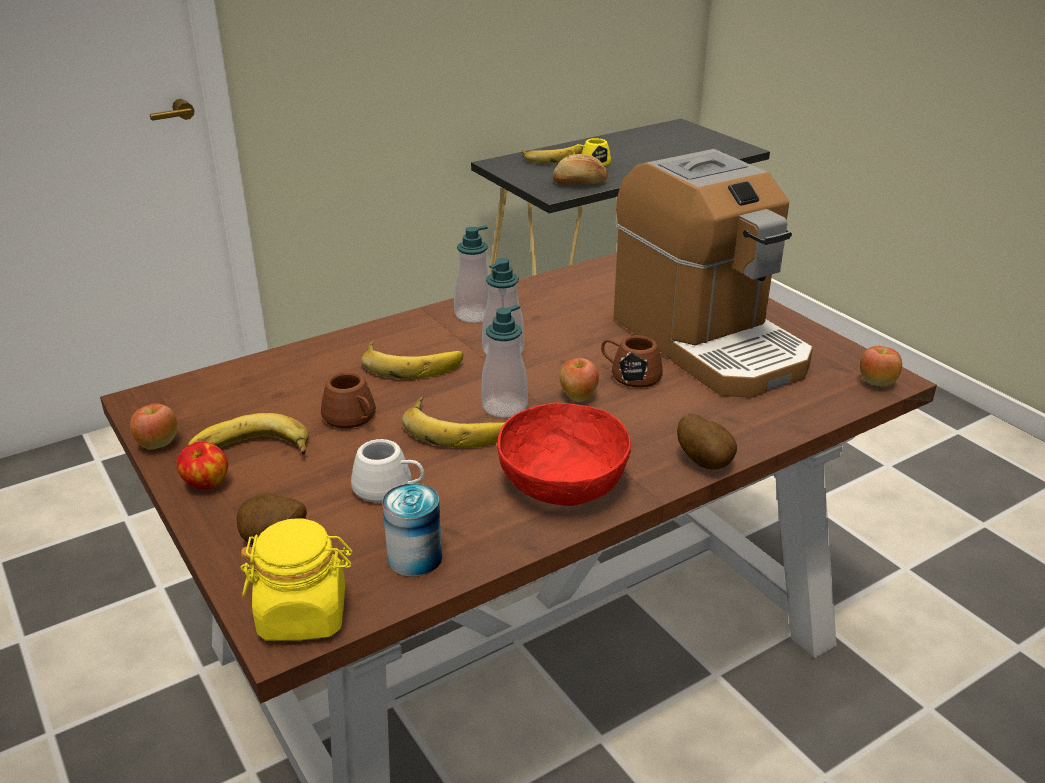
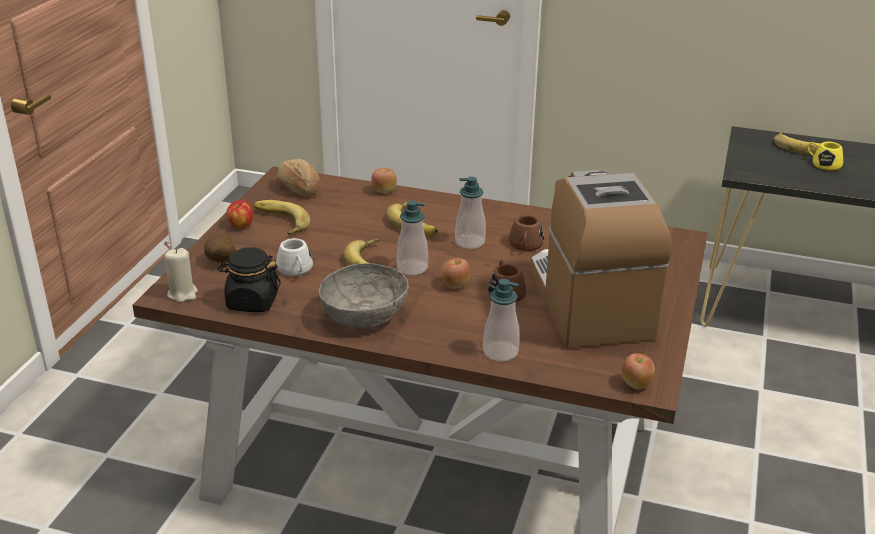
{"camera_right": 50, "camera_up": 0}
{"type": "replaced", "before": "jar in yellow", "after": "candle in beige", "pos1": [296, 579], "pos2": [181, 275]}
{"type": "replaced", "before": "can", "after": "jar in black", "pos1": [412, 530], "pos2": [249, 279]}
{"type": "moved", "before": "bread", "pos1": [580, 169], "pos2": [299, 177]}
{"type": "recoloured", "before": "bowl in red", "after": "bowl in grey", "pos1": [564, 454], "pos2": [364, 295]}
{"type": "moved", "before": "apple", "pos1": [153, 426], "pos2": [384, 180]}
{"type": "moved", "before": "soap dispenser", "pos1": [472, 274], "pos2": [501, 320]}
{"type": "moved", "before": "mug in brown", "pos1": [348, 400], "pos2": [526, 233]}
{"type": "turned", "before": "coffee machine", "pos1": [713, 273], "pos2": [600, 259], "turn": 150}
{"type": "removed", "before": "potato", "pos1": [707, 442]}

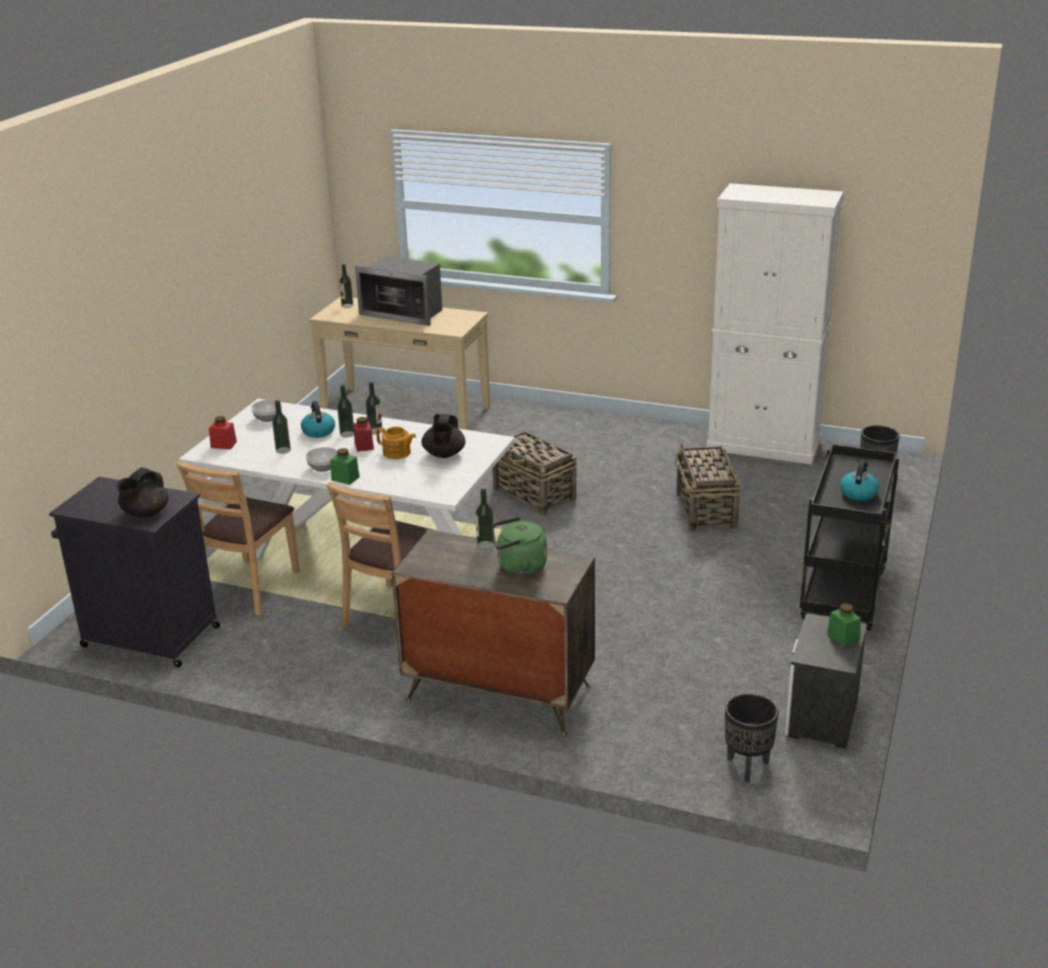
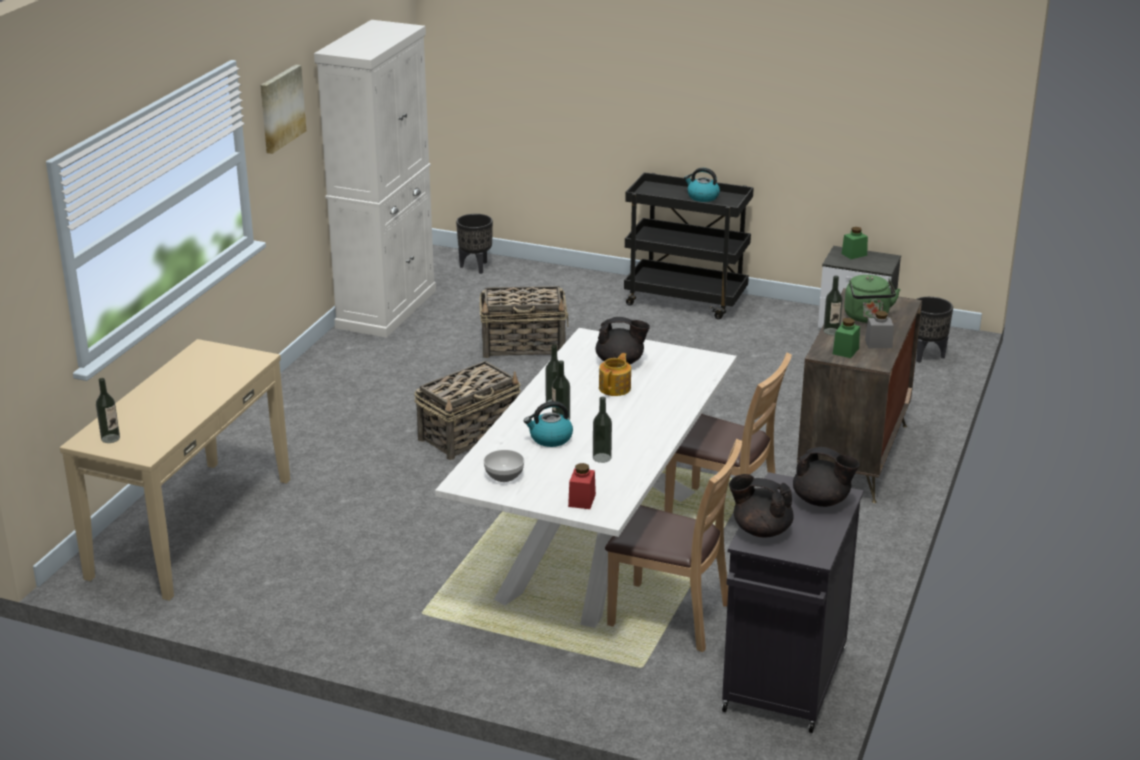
{"camera_right": -90, "camera_up": 0}
{"type": "added", "after": "picture", "pos2": [283, 109]}
{"type": "added", "after": "teapot in black", "pos2": [761, 505]}
{"type": "moved", "before": "jar in green", "pos1": [345, 466], "pos2": [846, 338]}
{"type": "added", "after": "jar in grey", "pos2": [879, 329]}
{"type": "removed", "before": "bowl", "pos1": [321, 459]}
{"type": "removed", "before": "jar in red", "pos1": [364, 434]}
{"type": "removed", "before": "microwave", "pos1": [398, 291]}

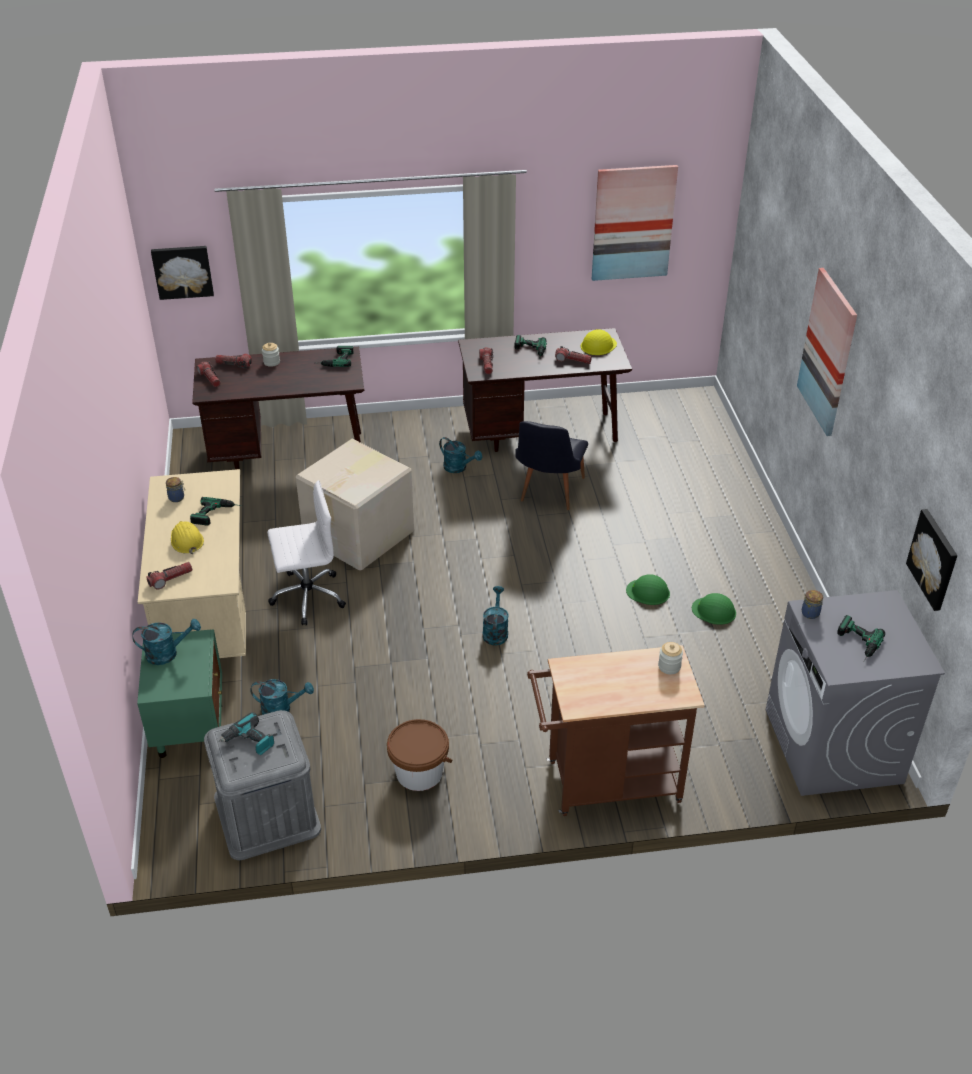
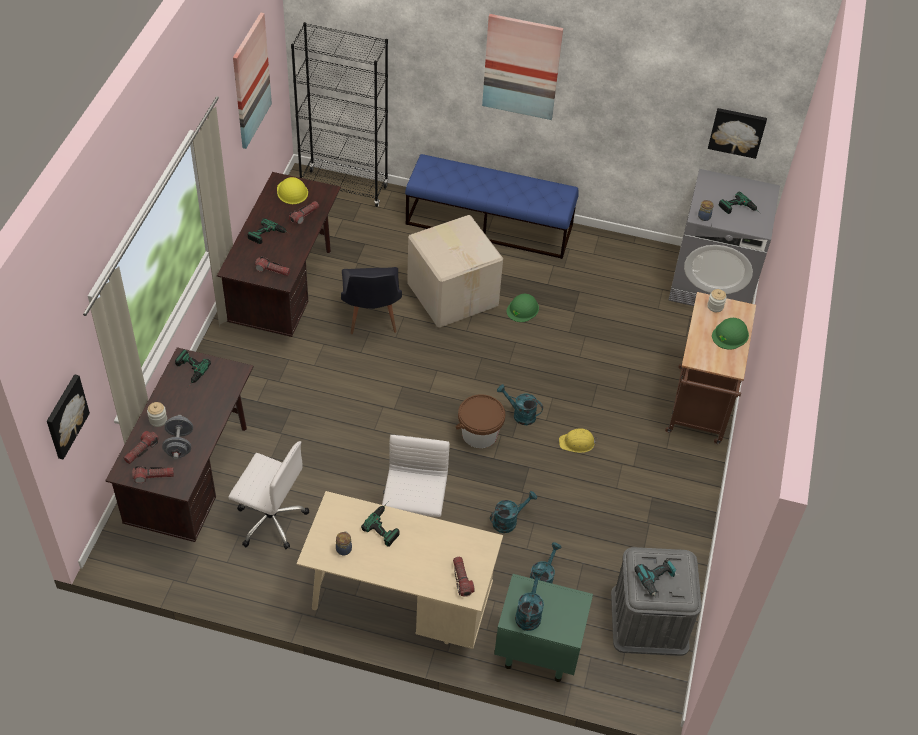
{"camera_right": -70, "camera_up": 10}
{"type": "added", "after": "dumbbell in grey", "pos2": [177, 437]}
{"type": "added", "after": "office chair in white", "pos2": [268, 495]}
{"type": "added", "after": "bookcase in black", "pos2": [339, 114]}
{"type": "turned", "before": "chair in black", "pos1": [551, 465], "pos2": [371, 300], "turn": 45}
{"type": "added", "after": "bench in blue", "pos2": [491, 206]}
{"type": "moved", "before": "cardboard box", "pos1": [355, 505], "pos2": [455, 271]}
{"type": "moved", "before": "bucket in brown", "pos1": [419, 755], "pos2": [480, 421]}
{"type": "moved", "before": "watering can in turquoise", "pos1": [460, 455], "pos2": [513, 512]}
{"type": "moved", "before": "hard hat in yellow", "pos1": [187, 537], "pos2": [578, 440]}
{"type": "moved", "before": "hard hat in green", "pos1": [714, 609], "pos2": [730, 334]}

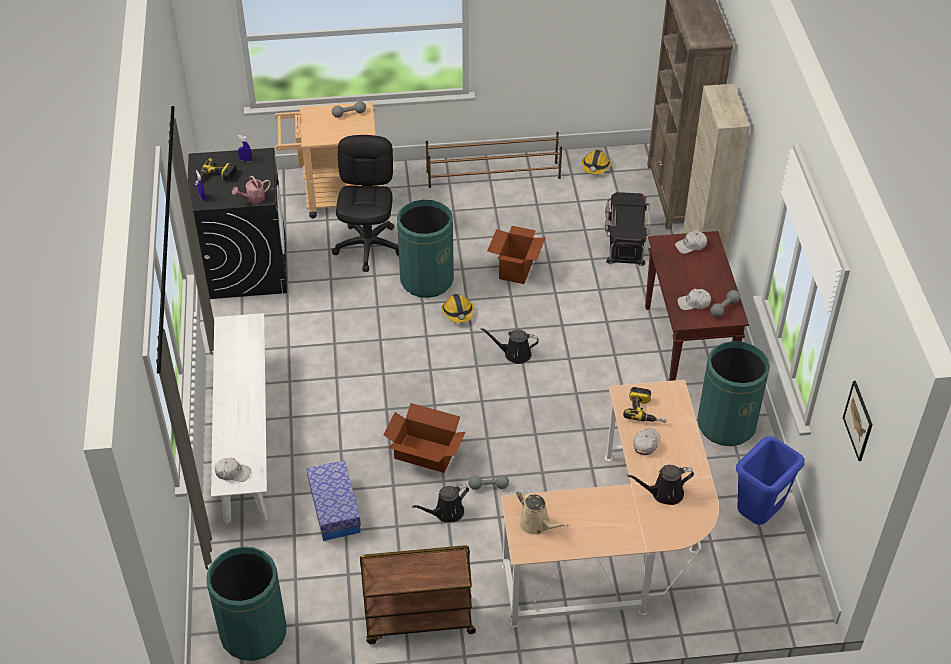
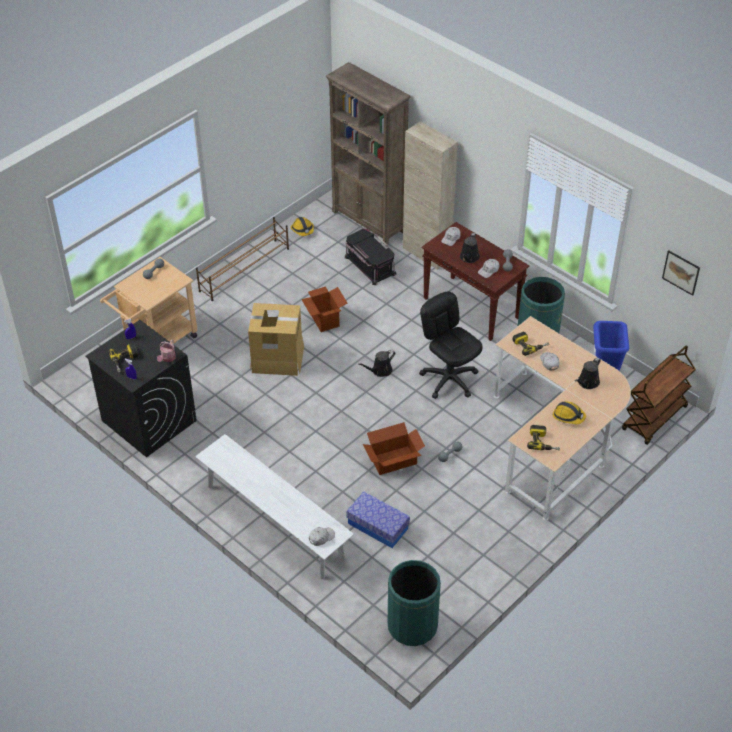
{"camera_right": -40, "camera_up": 0}
{"type": "replaced", "before": "trash can in green", "after": "cardboard box", "pos1": [425, 249], "pos2": [276, 339]}
{"type": "moved", "before": "office chair in black", "pos1": [365, 203], "pos2": [451, 345]}
{"type": "moved", "before": "watering can in black", "pos1": [440, 503], "pos2": [470, 248]}
{"type": "replaced", "before": "watering can in beige", "after": "power drill", "pos1": [542, 512], "pos2": [543, 437]}
{"type": "moved", "before": "hard hat", "pos1": [457, 308], "pos2": [569, 412]}
{"type": "moved", "before": "cart in brown", "pos1": [418, 594], "pos2": [659, 395]}

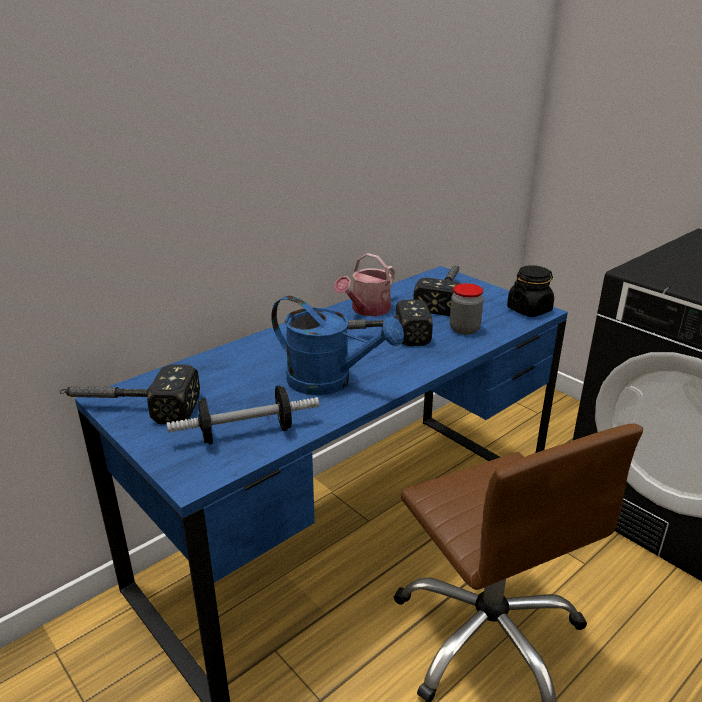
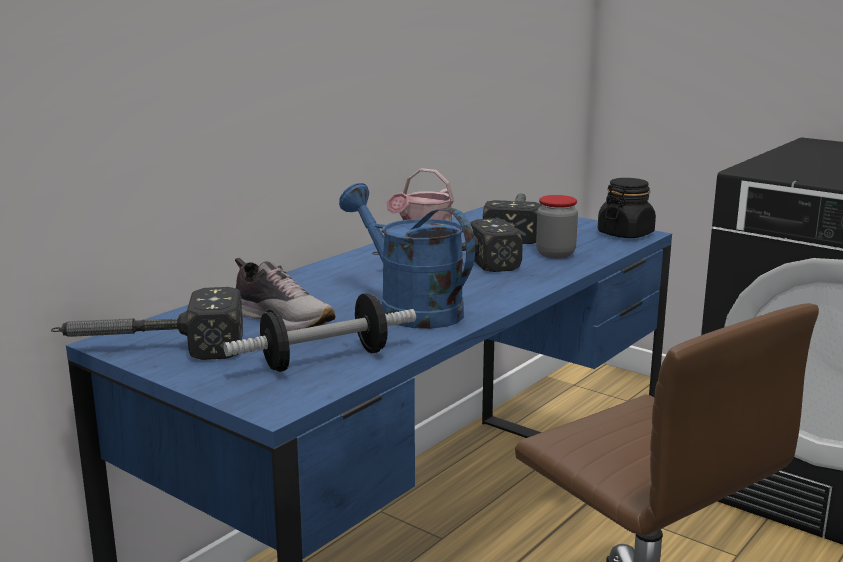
{"camera_right": -10, "camera_up": -10}
{"type": "added", "after": "shoe", "pos2": [285, 294]}
{"type": "turned", "before": "watering can in blue", "pos1": [337, 345], "pos2": [407, 256], "turn": -150}

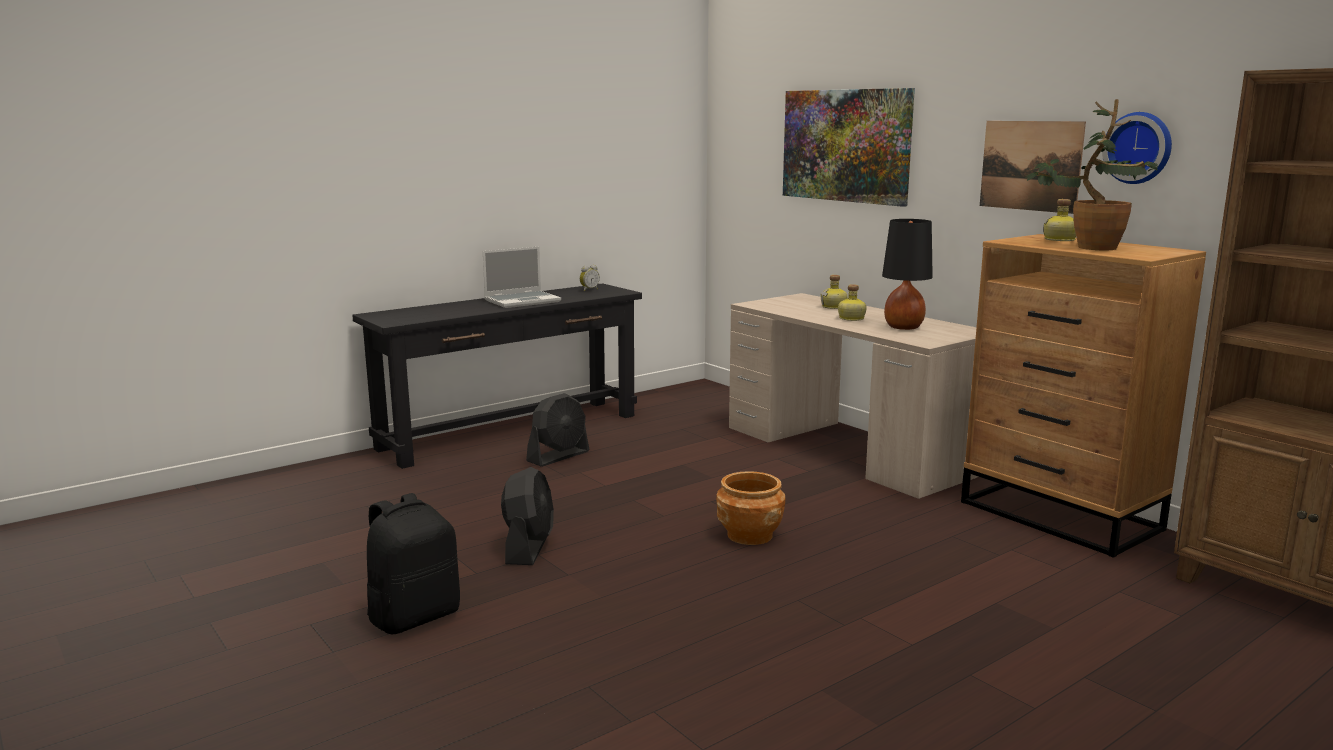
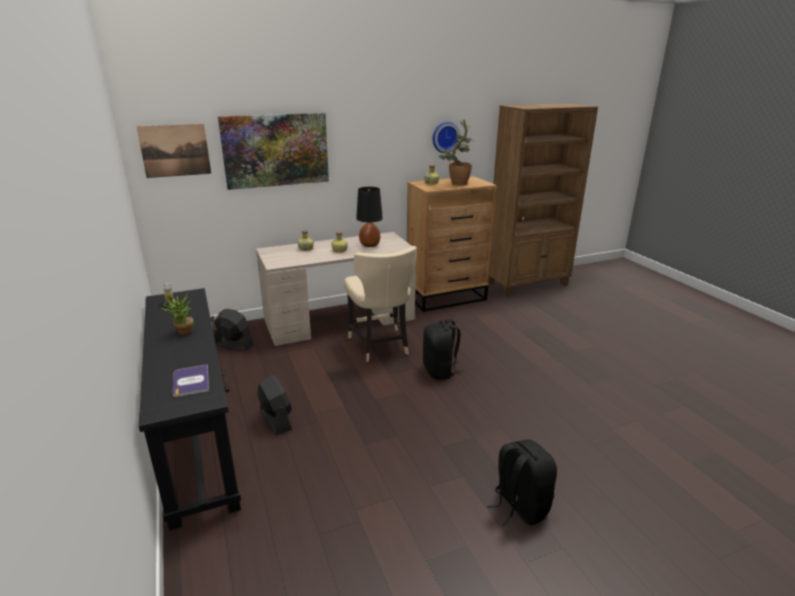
{"camera_right": -75, "camera_up": 10}
{"type": "moved", "before": "picture", "pos1": [1033, 167], "pos2": [173, 151]}
{"type": "replaced", "before": "laptop", "after": "potted plant", "pos1": [522, 277], "pos2": [177, 314]}
{"type": "added", "after": "book", "pos2": [190, 380]}
{"type": "moved", "before": "fan in black", "pos1": [527, 516], "pos2": [234, 330]}
{"type": "added", "after": "chair in beige", "pos2": [380, 304]}
{"type": "replaced", "before": "planter in brown", "after": "backpack in black", "pos1": [750, 508], "pos2": [443, 349]}

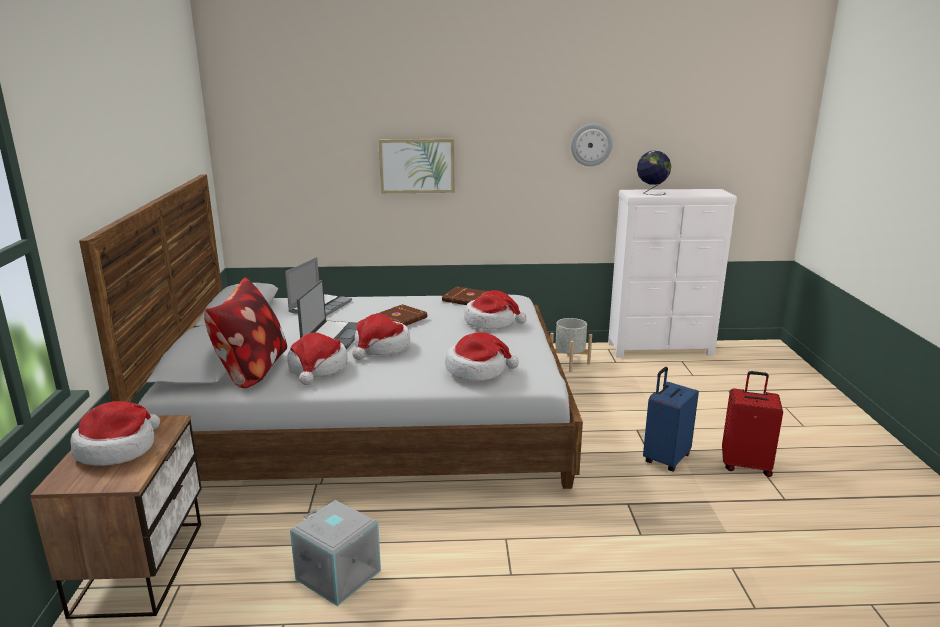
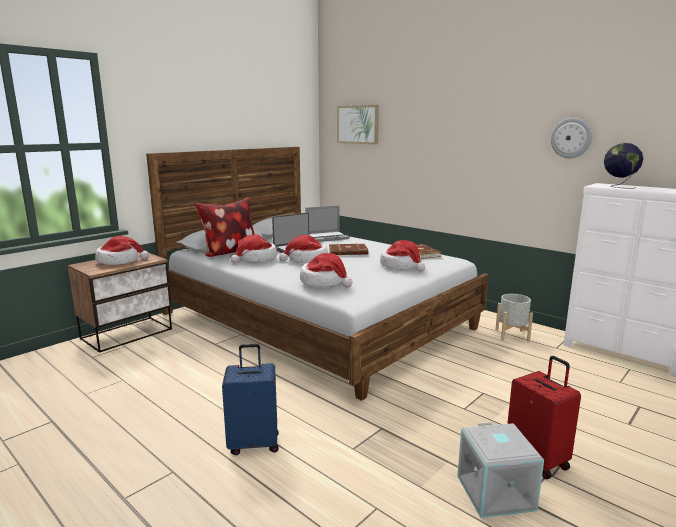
{"camera_right": 45, "camera_up": -5}
{"type": "moved", "before": "suitcase in blue", "pos1": [671, 419], "pos2": [250, 399]}
{"type": "moved", "before": "picture", "pos1": [416, 166], "pos2": [358, 124]}
{"type": "moved", "before": "storage box in grey", "pos1": [335, 553], "pos2": [500, 470]}

